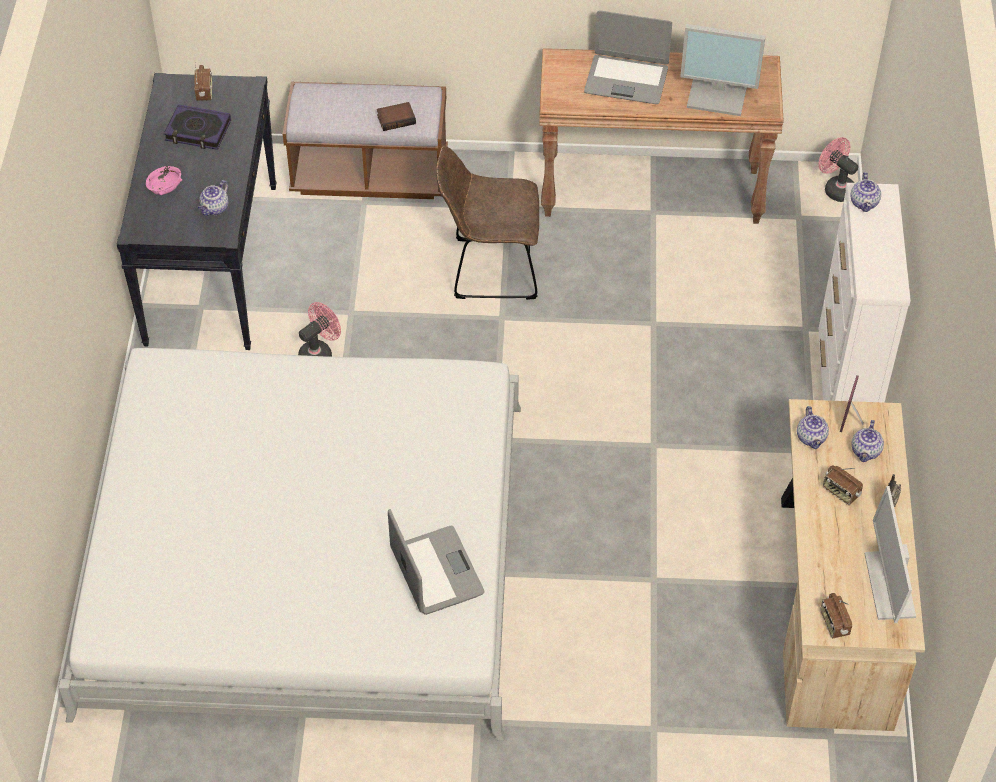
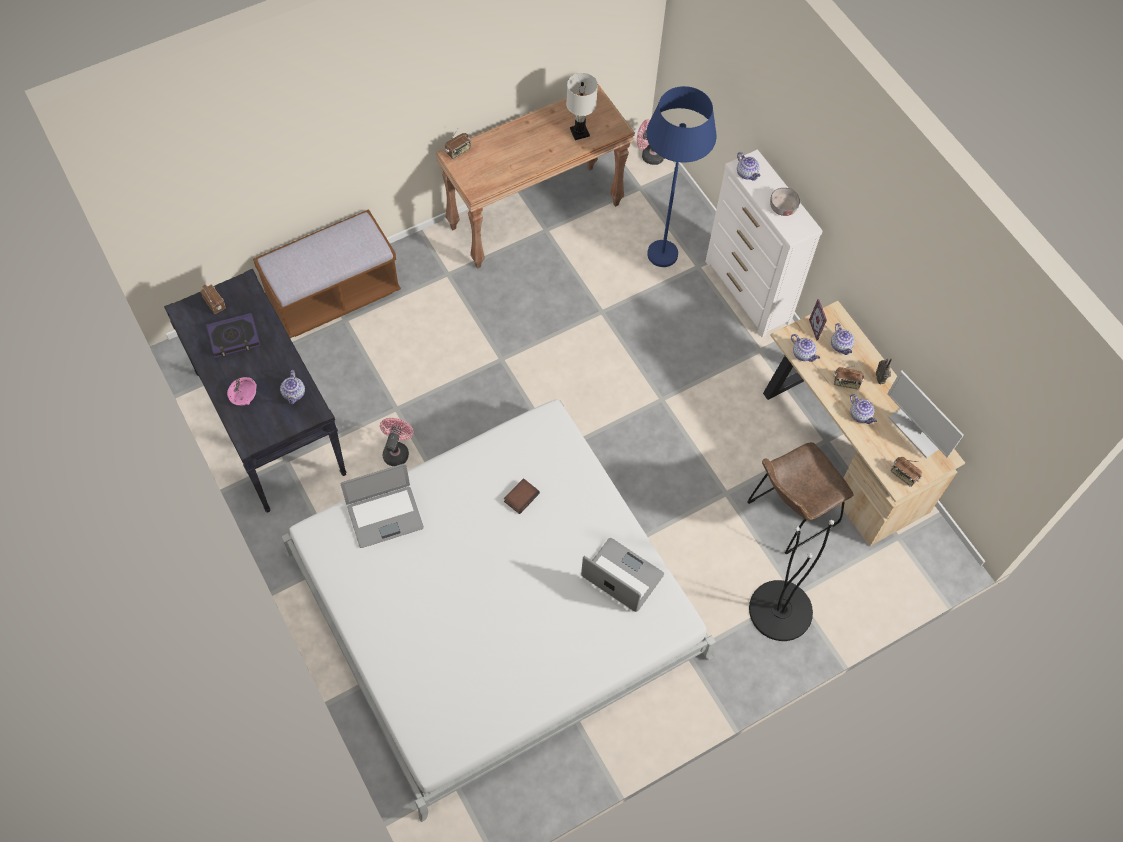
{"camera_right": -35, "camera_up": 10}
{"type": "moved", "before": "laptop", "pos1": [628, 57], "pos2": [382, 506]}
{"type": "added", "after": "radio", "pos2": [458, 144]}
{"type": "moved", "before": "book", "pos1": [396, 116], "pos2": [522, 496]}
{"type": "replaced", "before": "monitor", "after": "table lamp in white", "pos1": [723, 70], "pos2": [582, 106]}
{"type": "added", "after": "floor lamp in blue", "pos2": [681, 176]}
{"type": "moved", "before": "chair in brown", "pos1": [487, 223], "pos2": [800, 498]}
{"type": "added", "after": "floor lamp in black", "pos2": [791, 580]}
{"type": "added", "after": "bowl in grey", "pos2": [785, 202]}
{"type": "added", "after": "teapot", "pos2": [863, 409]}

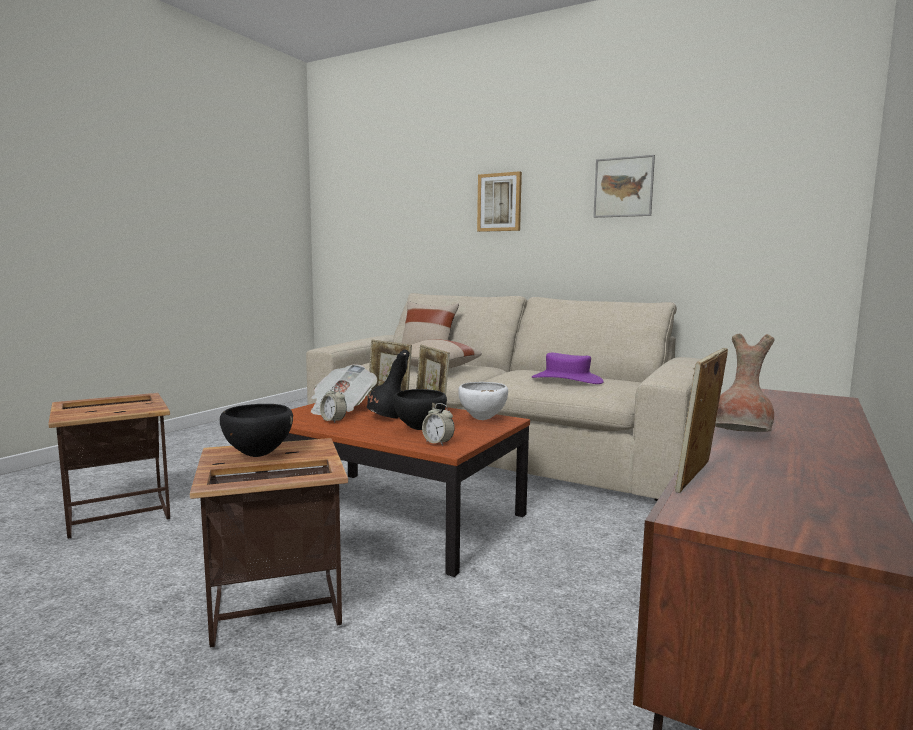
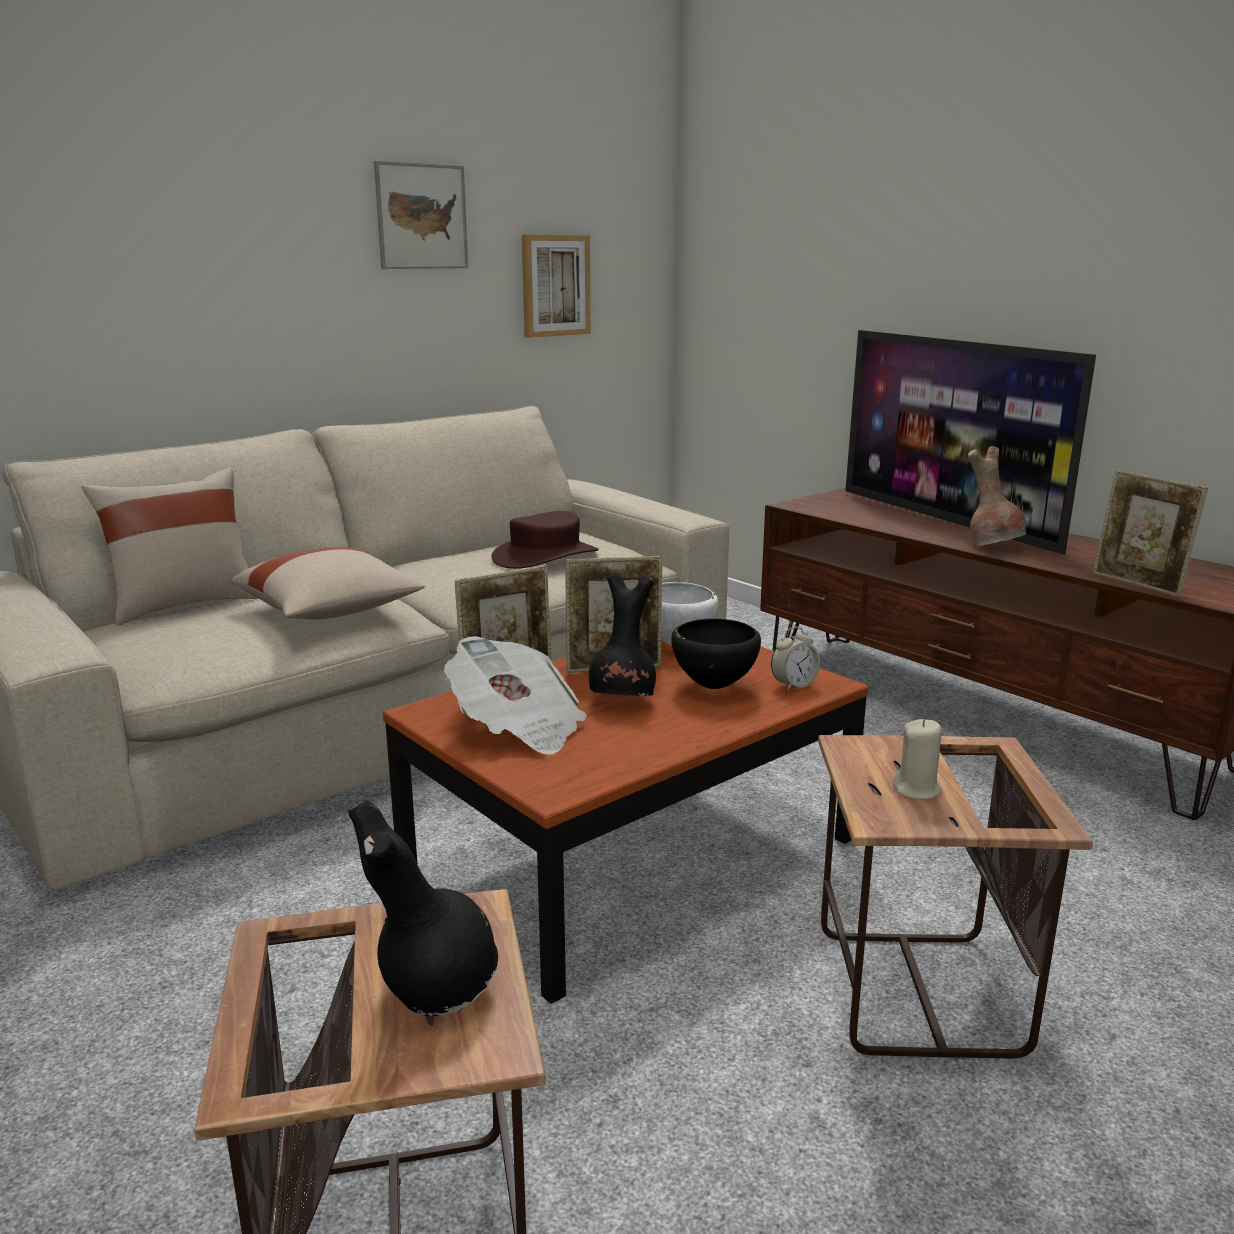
{"camera_right": -70, "camera_up": 10}
{"type": "added", "after": "vase in black", "pos2": [423, 908]}
{"type": "recoloured", "before": "hat in purple", "after": "hat in brown", "pos1": [568, 368], "pos2": [545, 540]}
{"type": "moved", "before": "picture", "pos1": [499, 201], "pos2": [556, 286]}
{"type": "added", "after": "television", "pos2": [970, 442]}
{"type": "replaced", "before": "bowl in black", "after": "candle in beige", "pos1": [256, 430], "pos2": [918, 759]}
{"type": "removed", "before": "alarm clock", "pos1": [333, 404]}

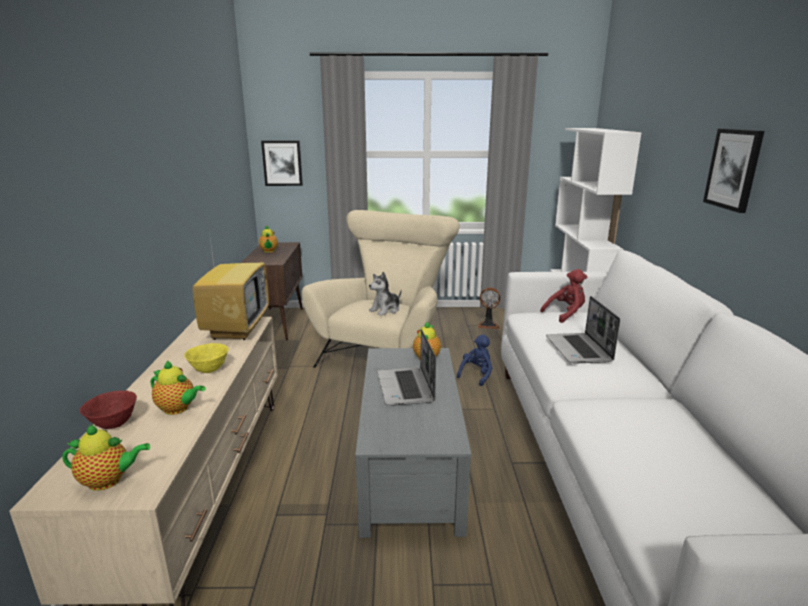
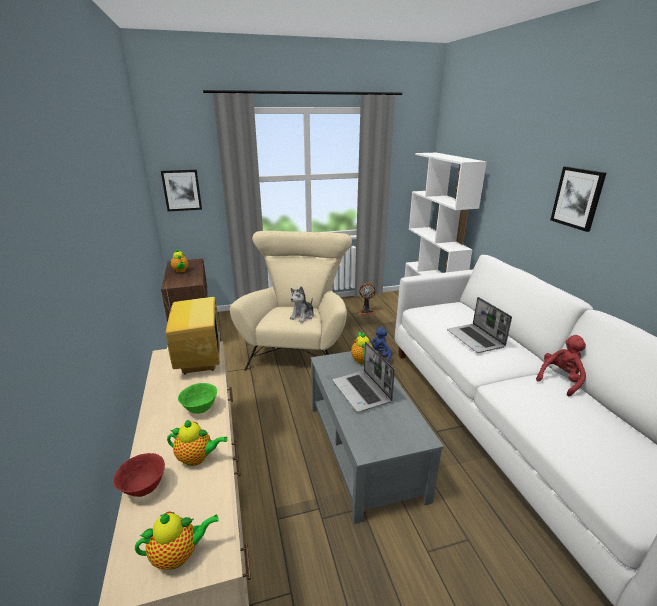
{"camera_right": -15, "camera_up": 5}
{"type": "recoloured", "before": "bowl in yellow", "after": "bowl in green", "pos1": [206, 358], "pos2": [197, 398]}
{"type": "moved", "before": "plush toy in red", "pos1": [563, 296], "pos2": [561, 365]}

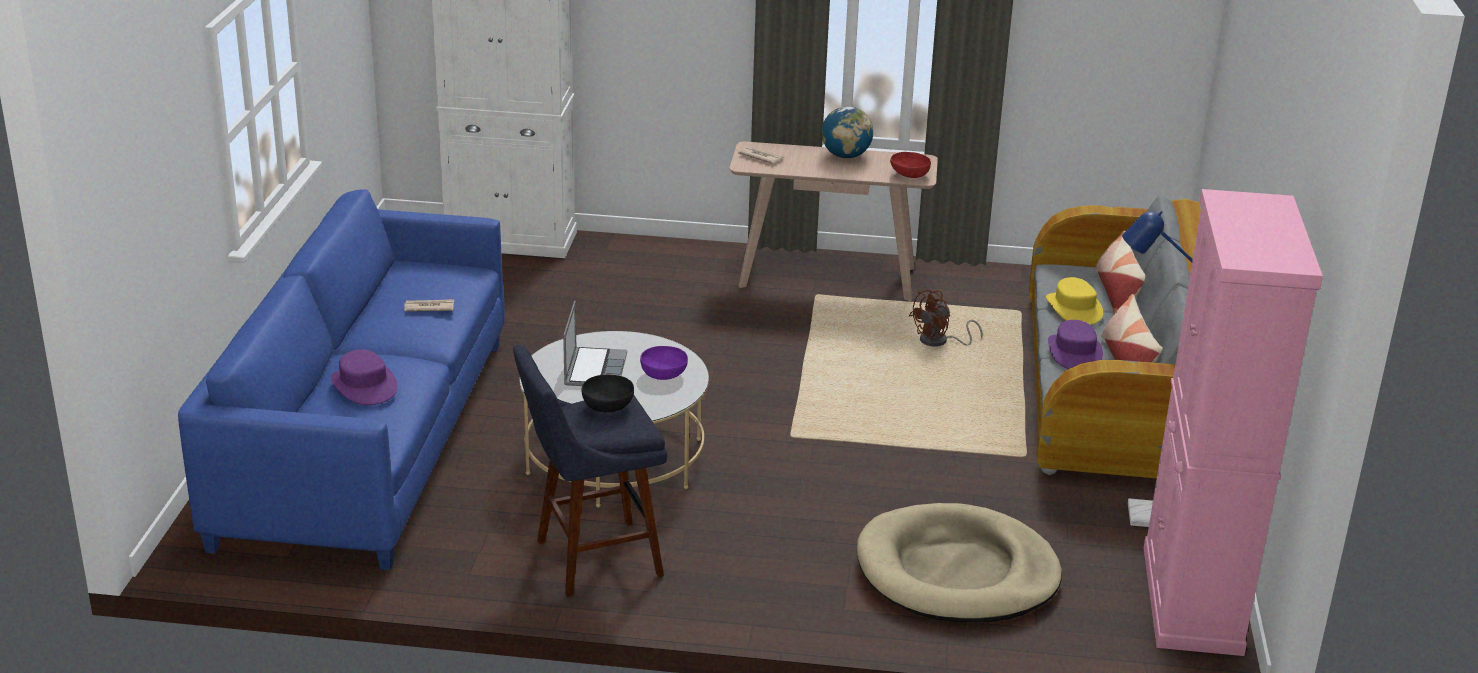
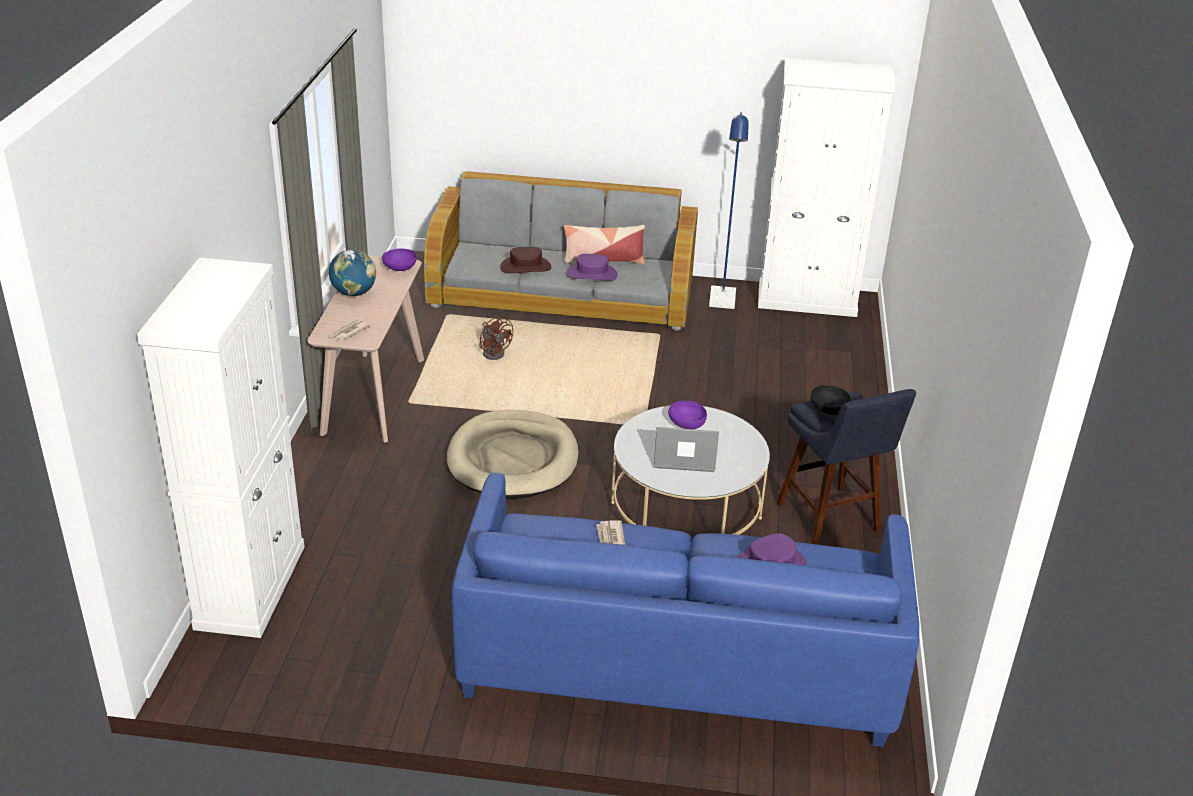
{"camera_right": -90, "camera_up": 5}
{"type": "recoloured", "before": "bowl in red", "after": "bowl in purple", "pos1": [910, 165], "pos2": [399, 259]}
{"type": "moved", "before": "dog bed in beige", "pos1": [959, 562], "pos2": [513, 454]}
{"type": "recoloured", "before": "hat in yellow", "after": "hat in brown", "pos1": [1074, 301], "pos2": [525, 260]}
{"type": "recoloured", "before": "cabinet in pink", "after": "cabinet in white", "pos1": [1233, 422], "pos2": [827, 187]}
{"type": "removed", "before": "pillow", "pos1": [1120, 272]}

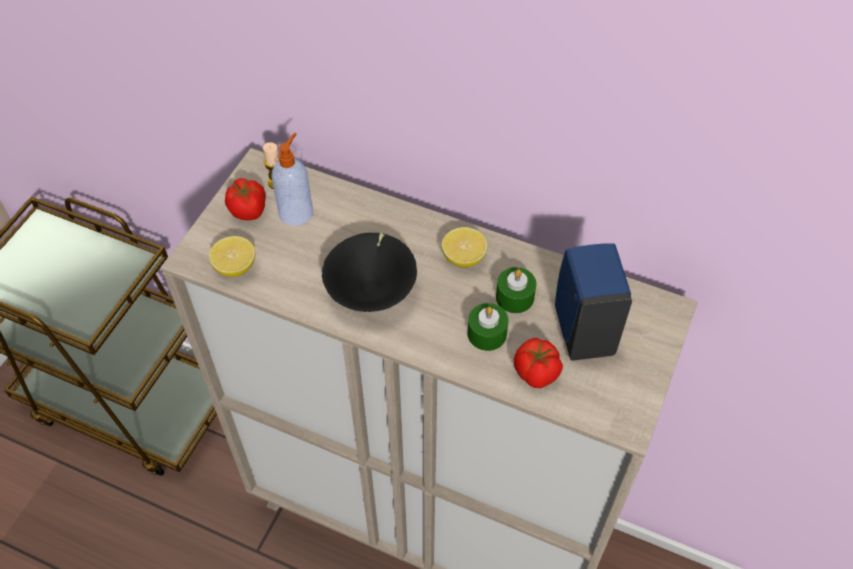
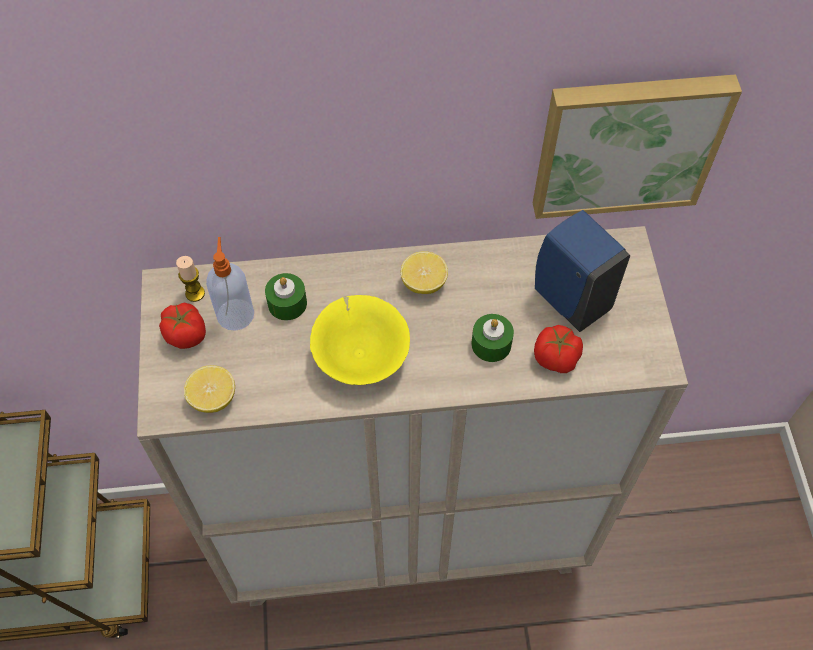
{"camera_right": -30, "camera_up": 5}
{"type": "moved", "before": "candle in green", "pos1": [516, 290], "pos2": [286, 296]}
{"type": "recoloured", "before": "bowl in black", "after": "bowl in yellow", "pos1": [369, 272], "pos2": [360, 340]}
{"type": "added", "after": "picture", "pos2": [637, 146]}

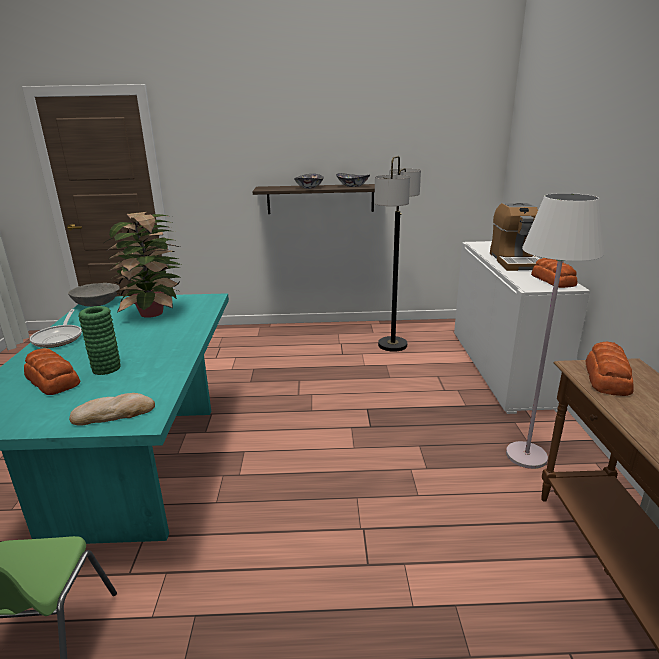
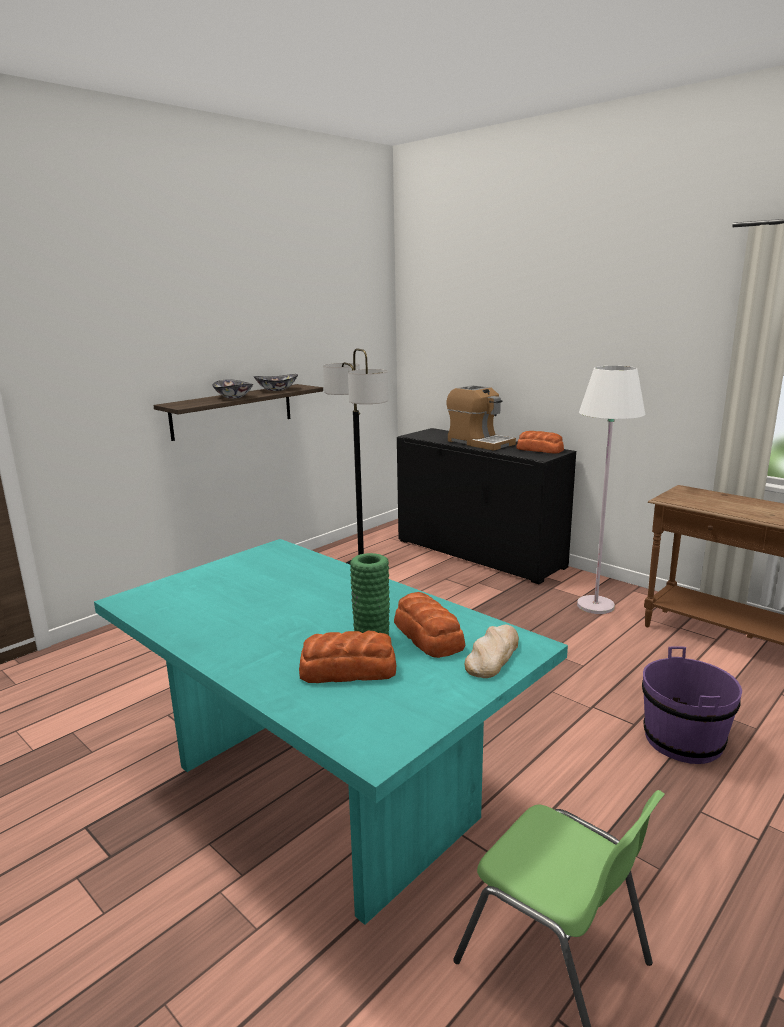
{"camera_right": -45, "camera_up": -5}
{"type": "moved", "before": "bread", "pos1": [609, 368], "pos2": [429, 625]}
{"type": "recoloured", "before": "cabinet in white", "after": "cabinet in black", "pos1": [522, 327], "pos2": [486, 506]}
{"type": "added", "after": "bucket in purple", "pos2": [692, 705]}
{"type": "removed", "before": "frying pan", "pos1": [56, 328]}
{"type": "removed", "before": "bowl in grey", "pos1": [94, 295]}
{"type": "removed", "before": "potted plant", "pos1": [142, 265]}

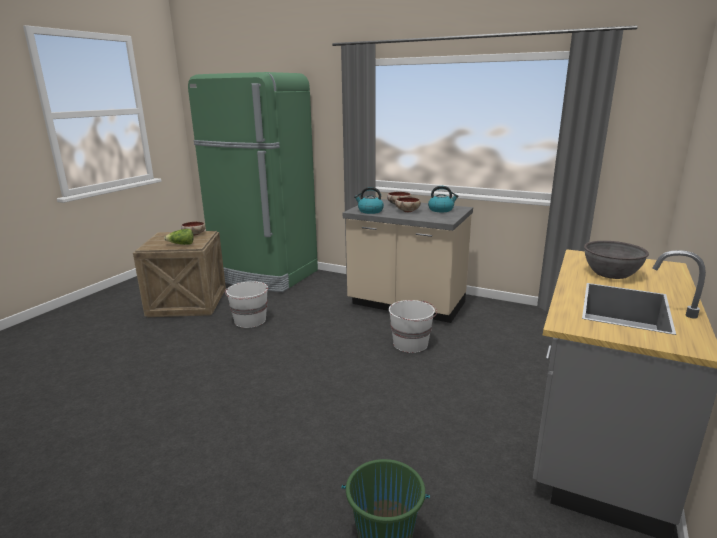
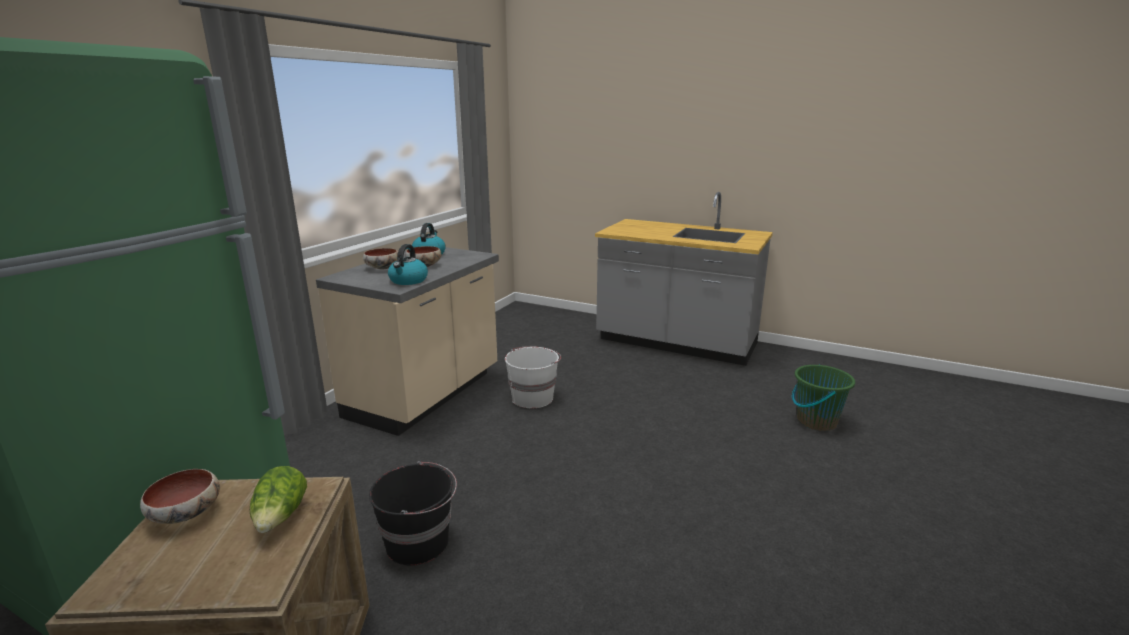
{"camera_right": -90, "camera_up": 0}
{"type": "recoloured", "before": "bucket in white", "after": "bucket in black", "pos1": [246, 304], "pos2": [413, 513]}
{"type": "removed", "before": "bowl in grey", "pos1": [616, 260]}

